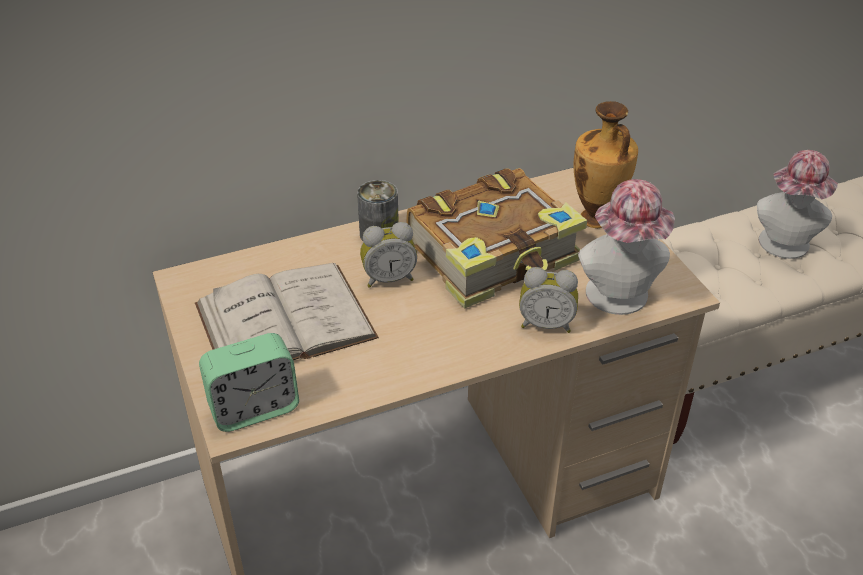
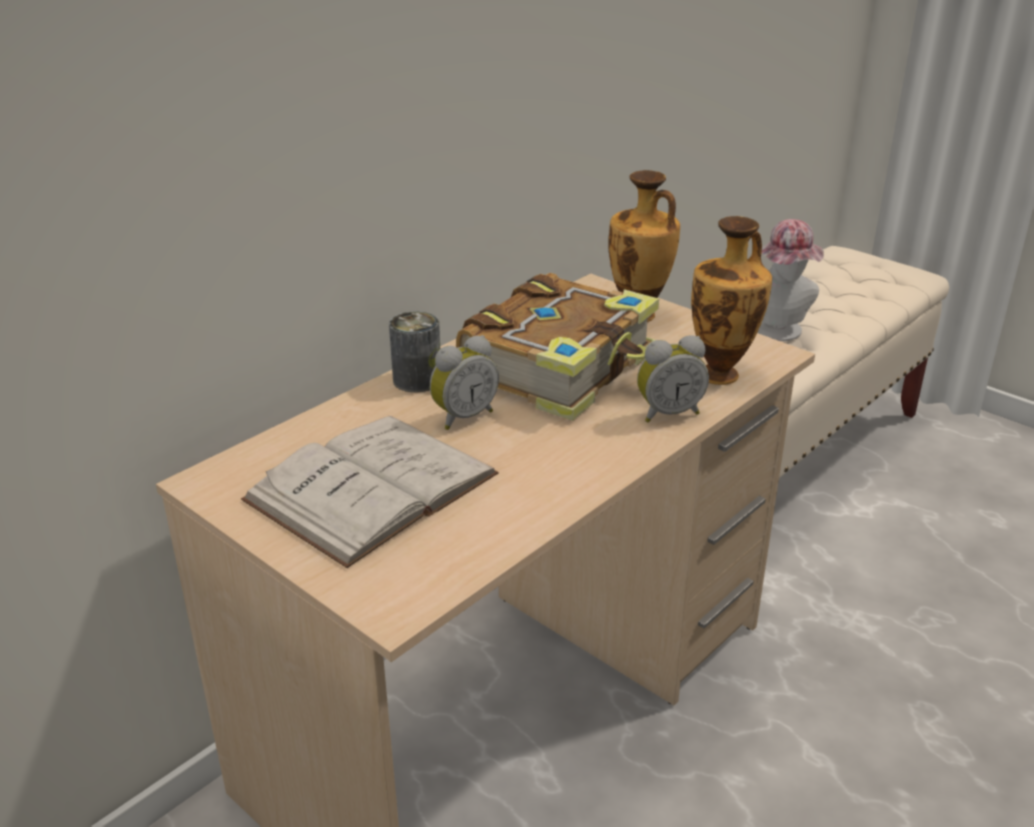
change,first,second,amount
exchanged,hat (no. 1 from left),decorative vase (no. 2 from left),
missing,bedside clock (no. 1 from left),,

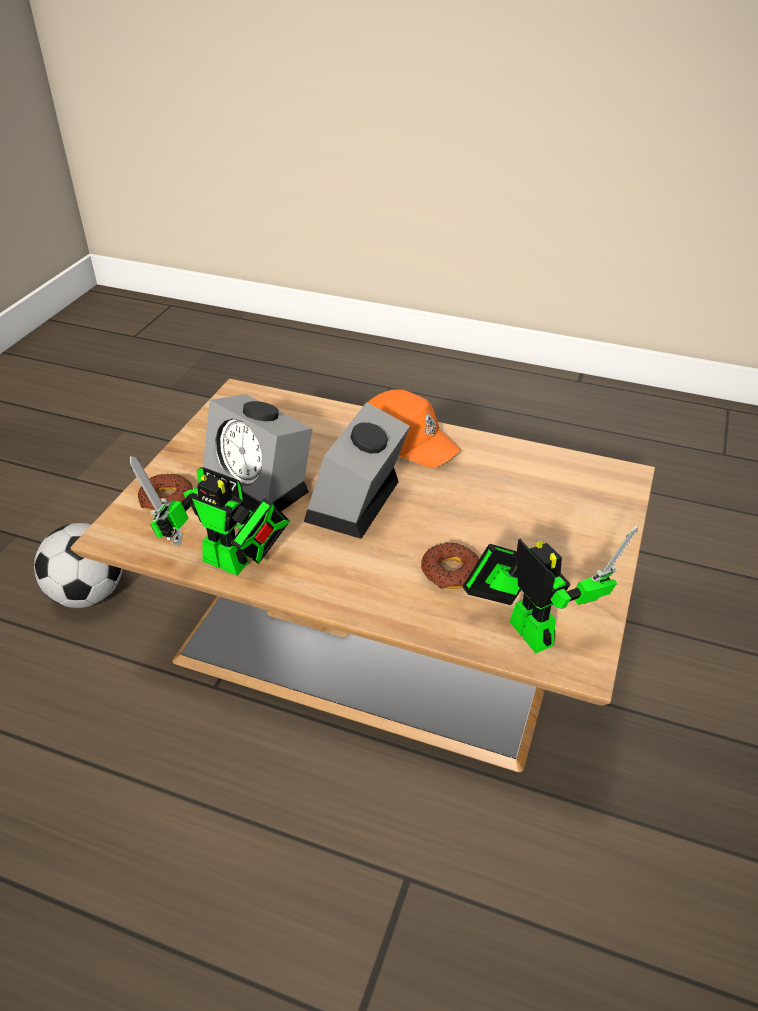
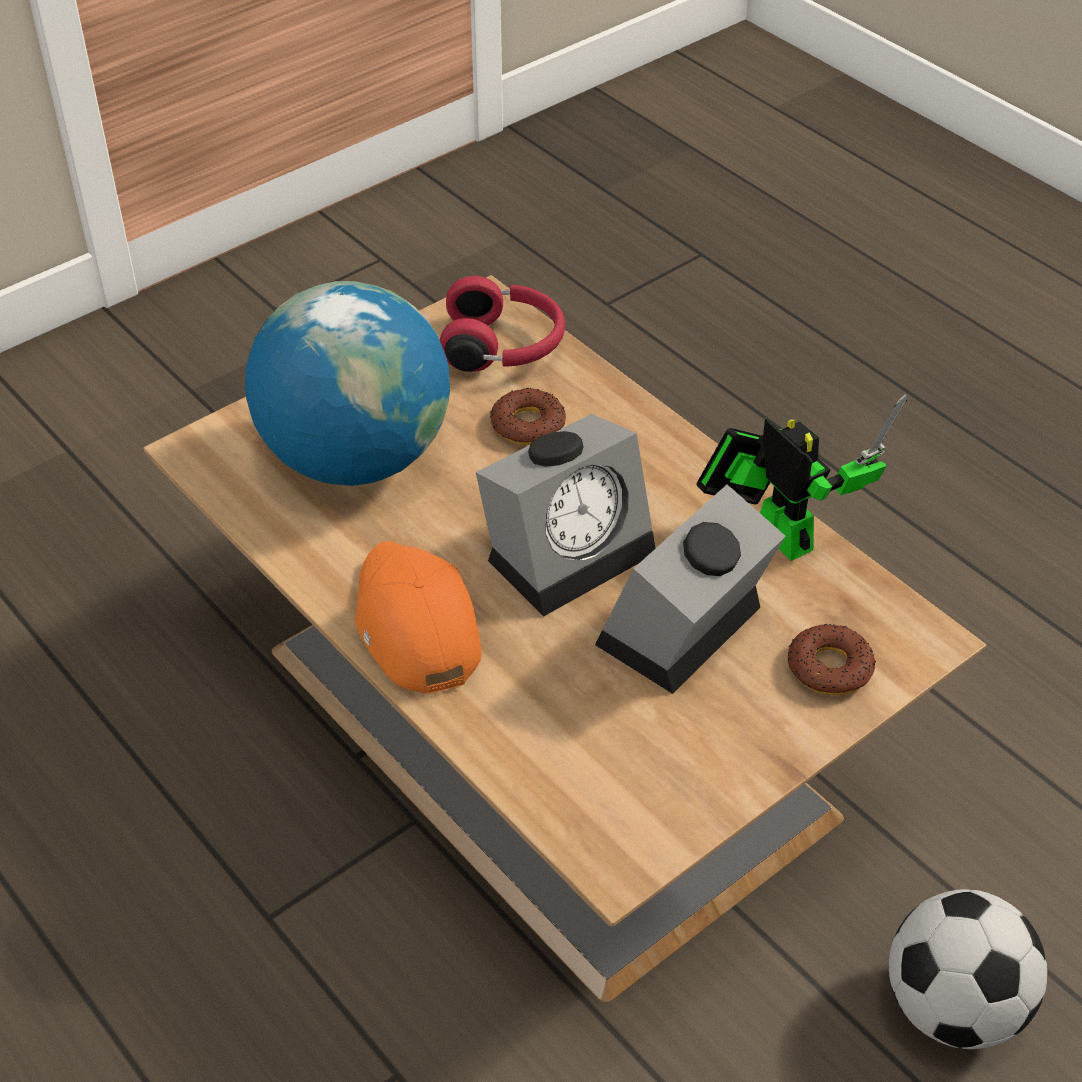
change,first,second,amount
spun,bedside clock (no. 1 from left in the first image),bedside clock (no. 2 from left),120 degrees counterclockwise
exchanged,robot figure (no. 2 from left),headphones in red,
appeared,,desk globe,

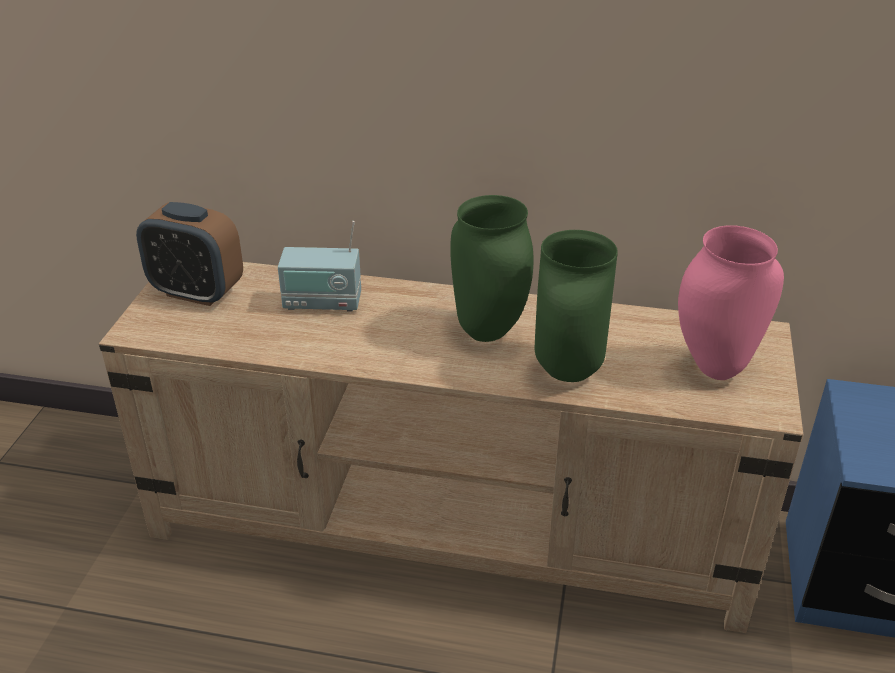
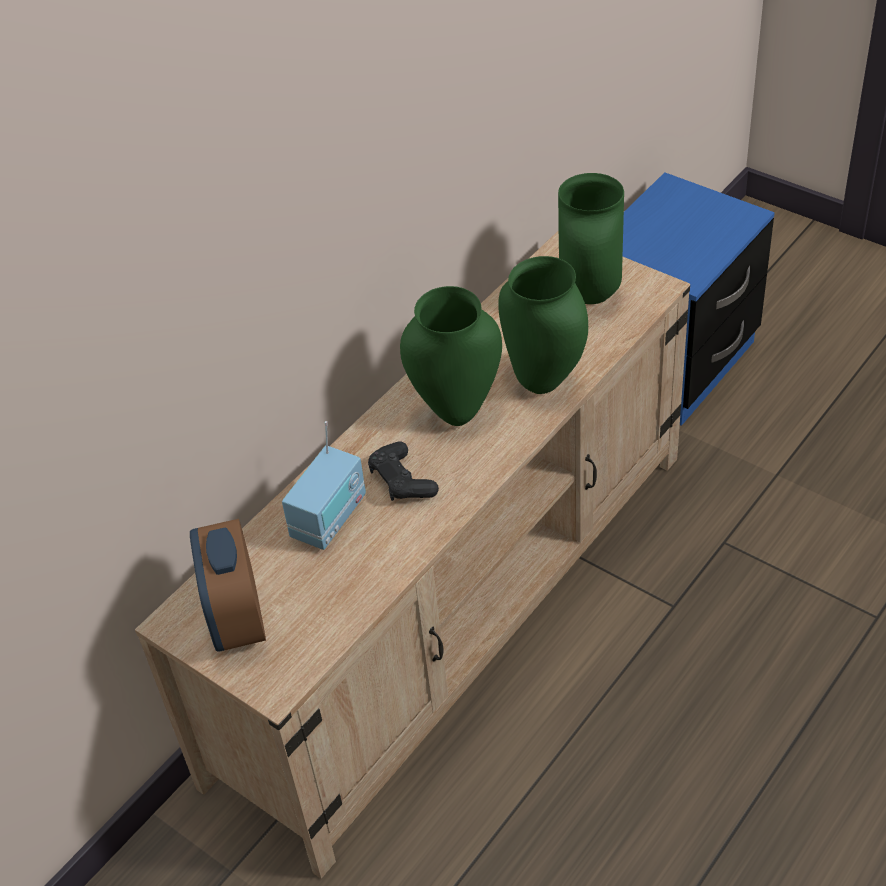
change,first,second,amount
spun,bedside clock,,120 degrees clockwise
colour,decorative vase in pink,decorative vase in green-coloured (no. 3 from left),
appeared,,joypad in black-coloured,

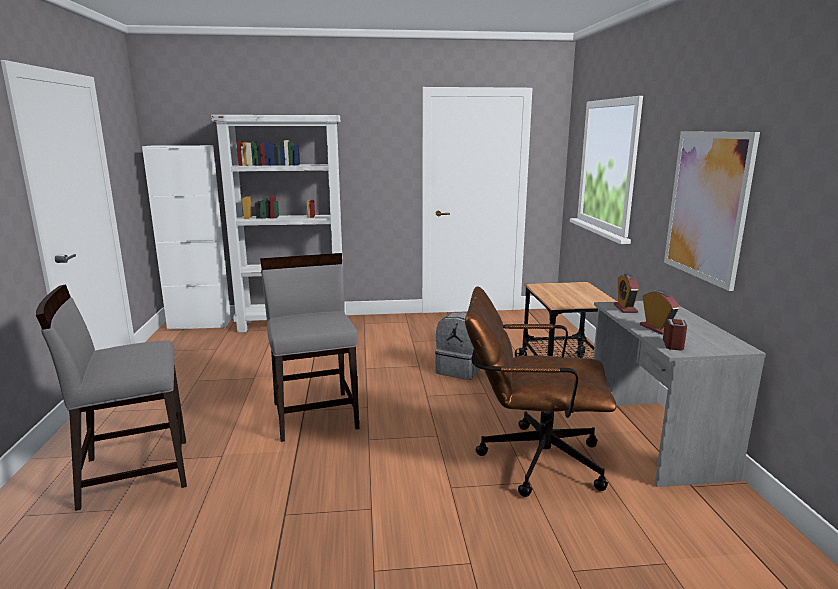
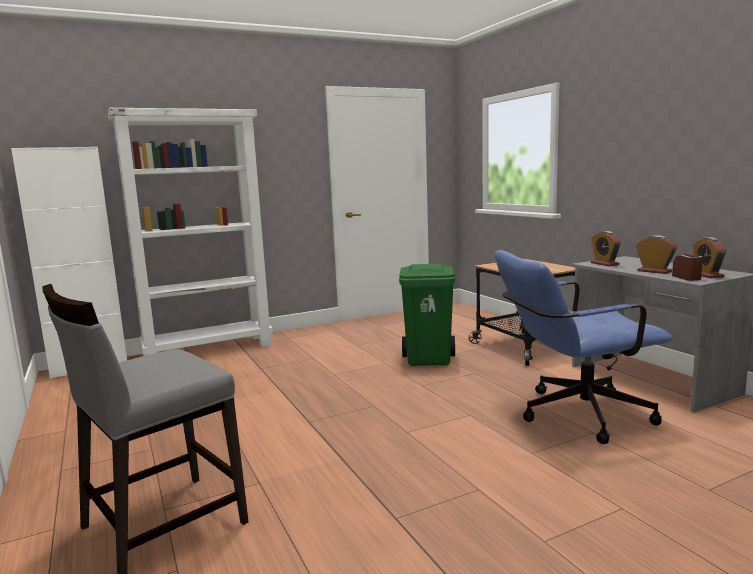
change,first,second,amount
missing,picture,,
missing,plain chair in gray (no. 2 from left),,
colour,computer chair in brown,computer chair in blue-coloured,
exchanged,rucksack in gray,rubbish bin in green-coloured,
appeared,,bedside clock (no. 4 from left),

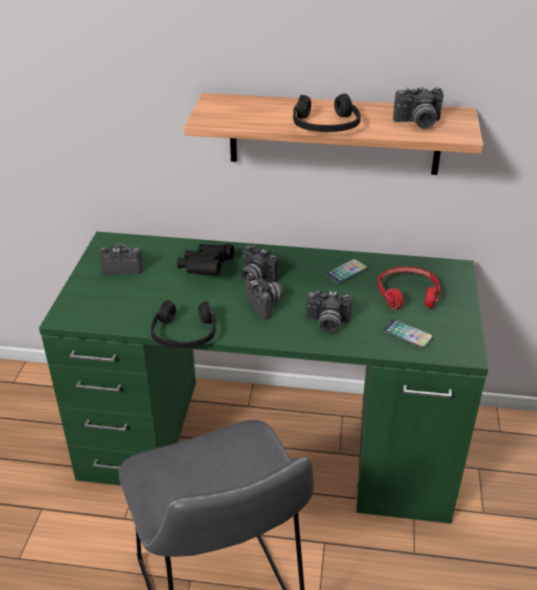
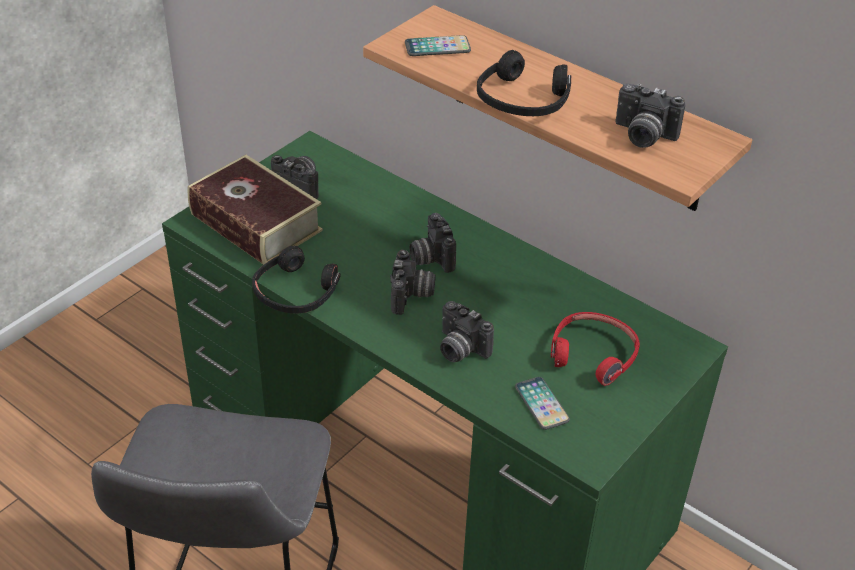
change,first,second,amount
missing,field glasses in black-coloured,,
relocated,phone (no. 1 from left),,
appeared,,bound book,

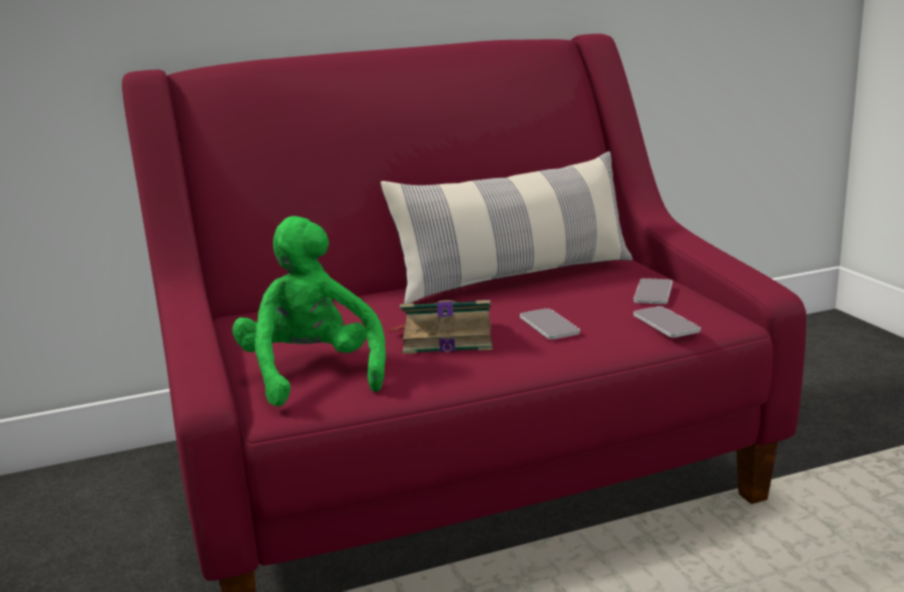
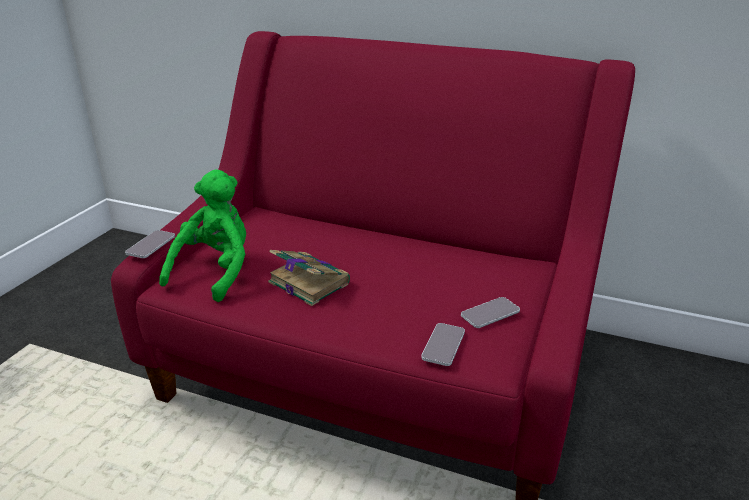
change,first,second,amount
missing,pillow,,
relocated,phone (no. 1 from left),,

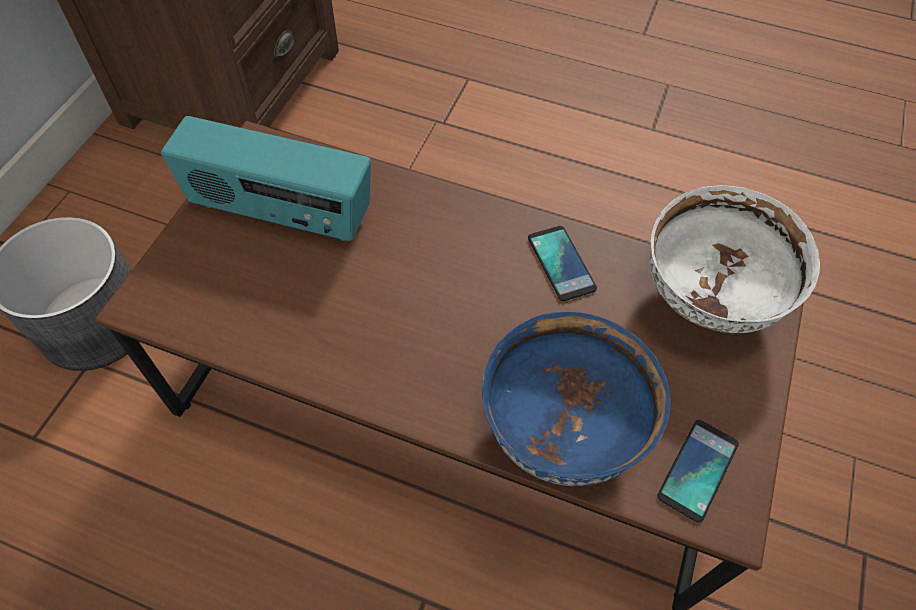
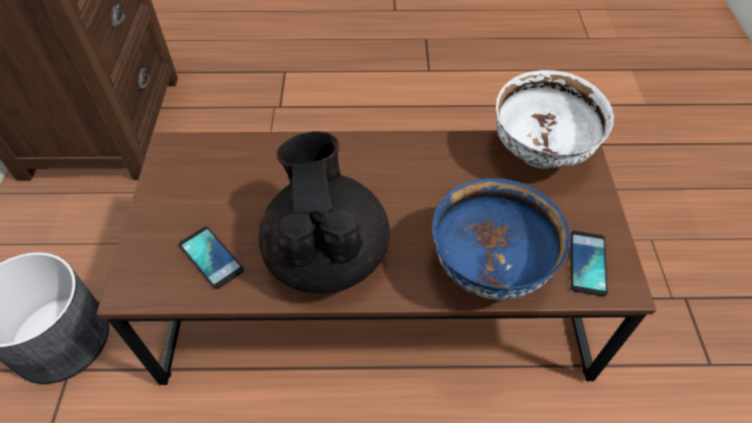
change,first,second,amount
missing,radio set,,
relocated,phone (no. 1 from left),,
appeared,,pot for tea in black-coloured,

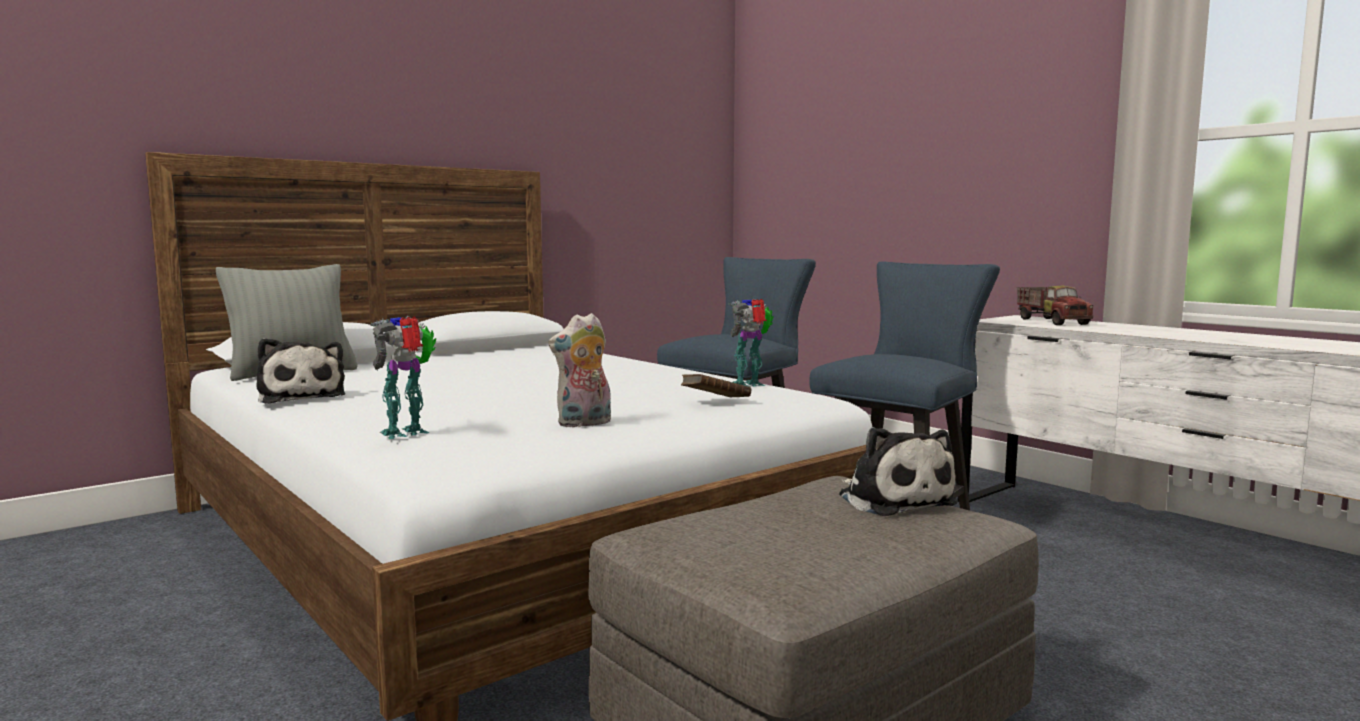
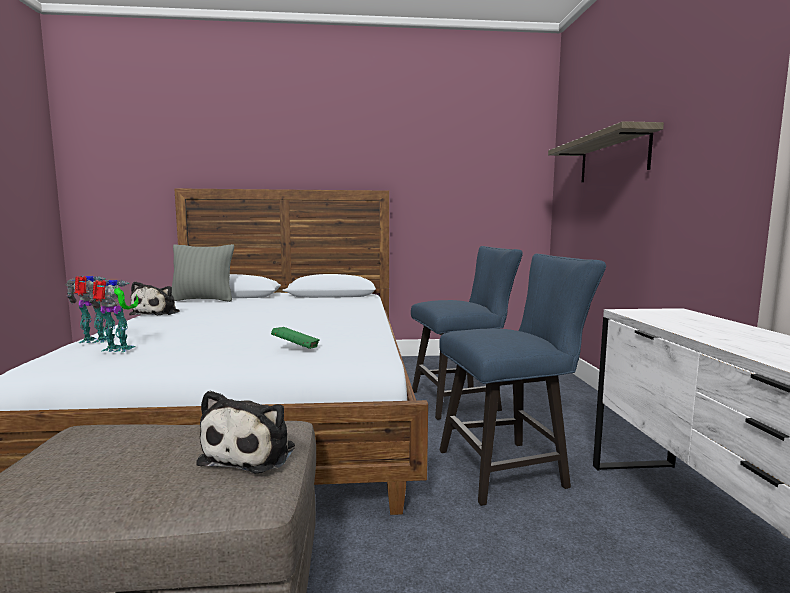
change,first,second,amount
missing,model truck,,
relocated,robot figure (no. 2 from left),,
missing,soft toy (no. 2 from left),,
colour,bound book in brown,bound book in green-coloured,
appeared,,shelf,

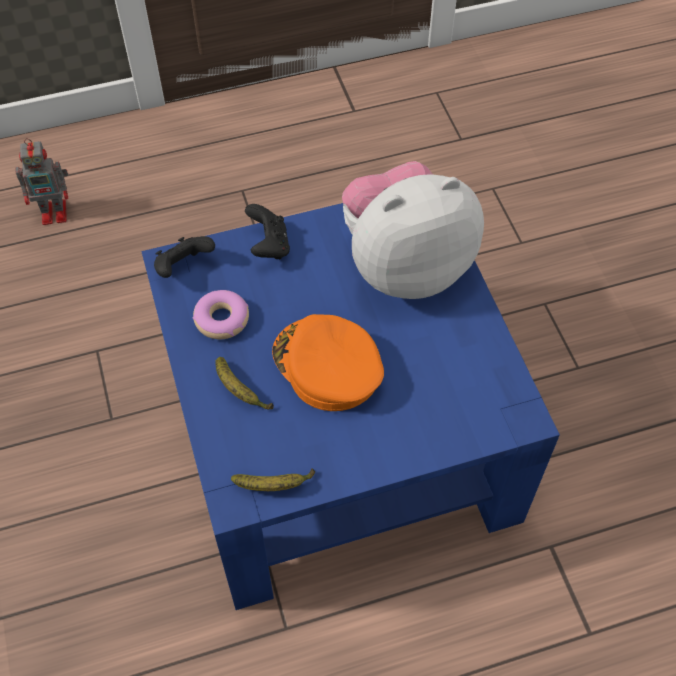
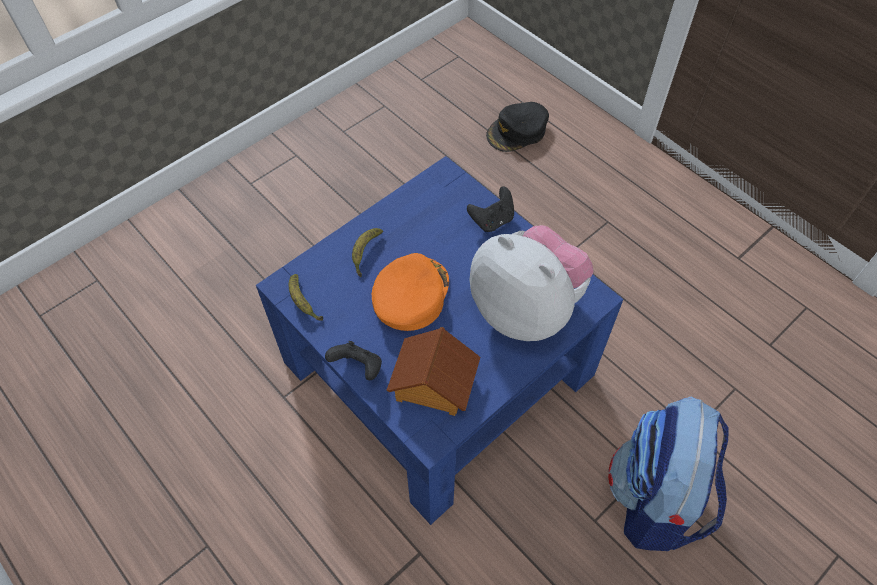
change,first,second,amount
exchanged,robot figure,peaked cap in black-coloured,
relocated,joypad in black-coloured (no. 1 from left),,
missing,ring doughnut,,
appeared,,model house,
appeared,,rucksack,

